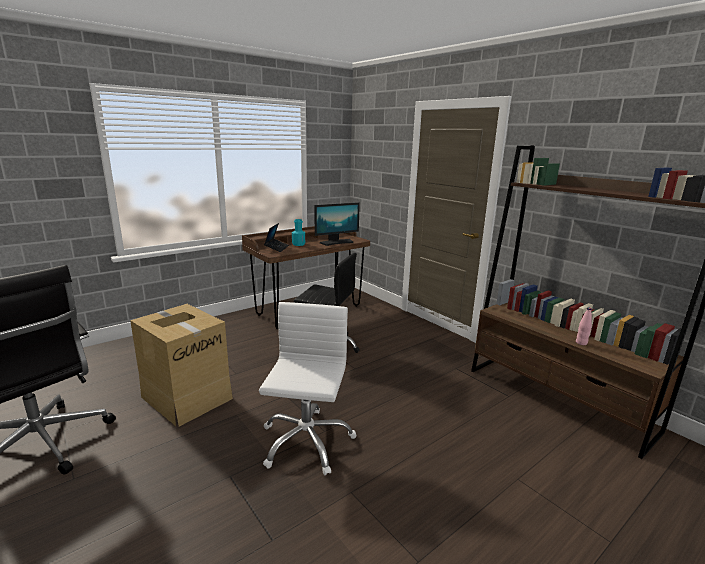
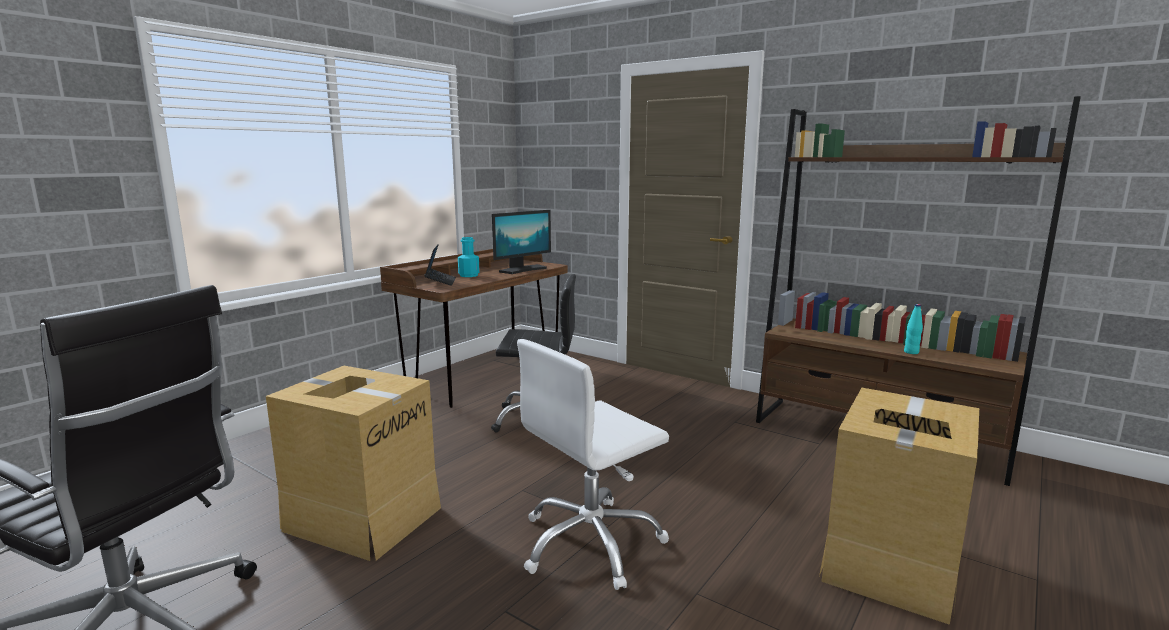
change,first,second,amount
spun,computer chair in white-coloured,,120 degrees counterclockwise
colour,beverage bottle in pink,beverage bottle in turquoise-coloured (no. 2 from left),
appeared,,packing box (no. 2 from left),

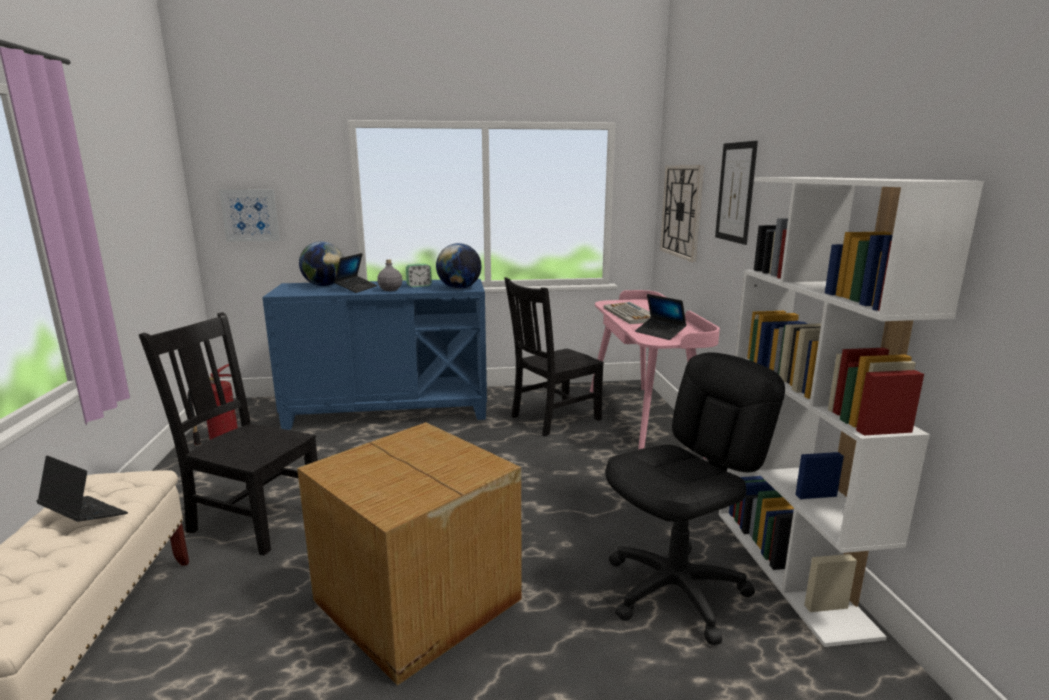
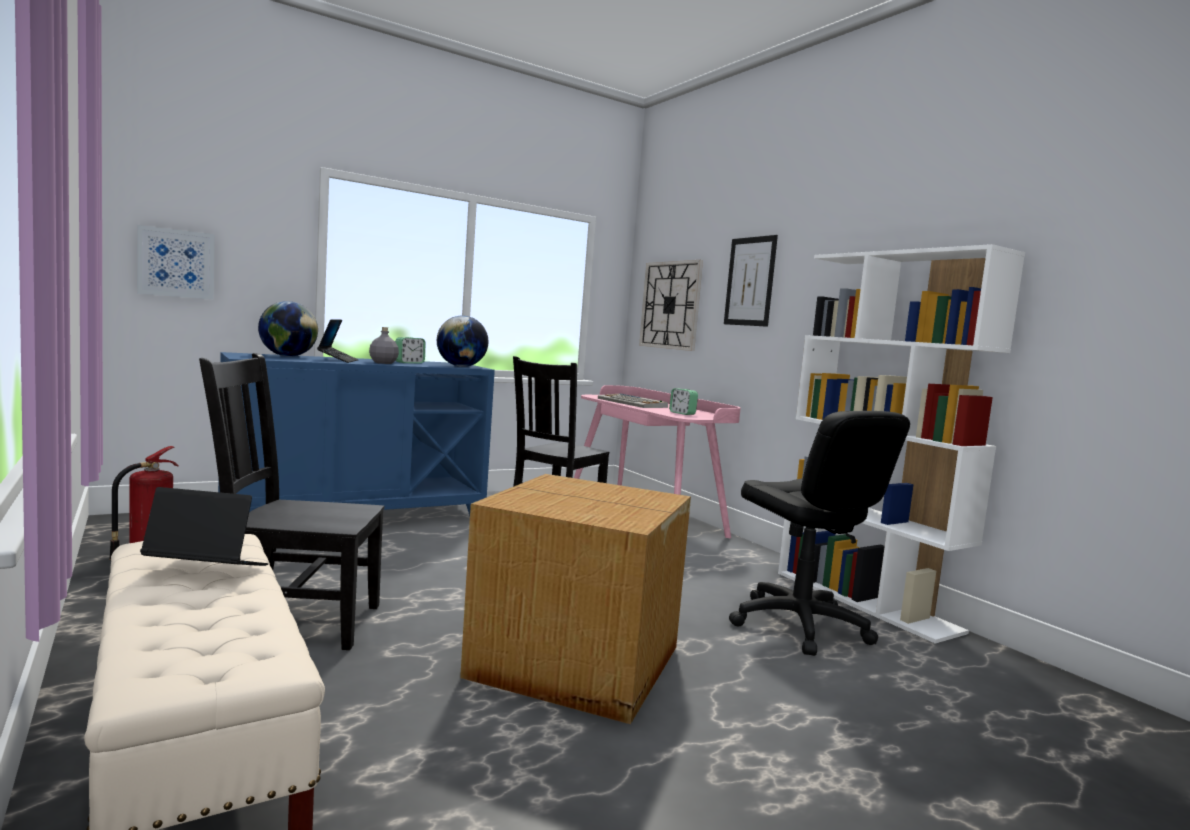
change,first,second,amount
exchanged,portable computer (no. 3 from left),bedside clock (no. 2 from left),
spun,computer chair in black-coloured,,120 degrees clockwise

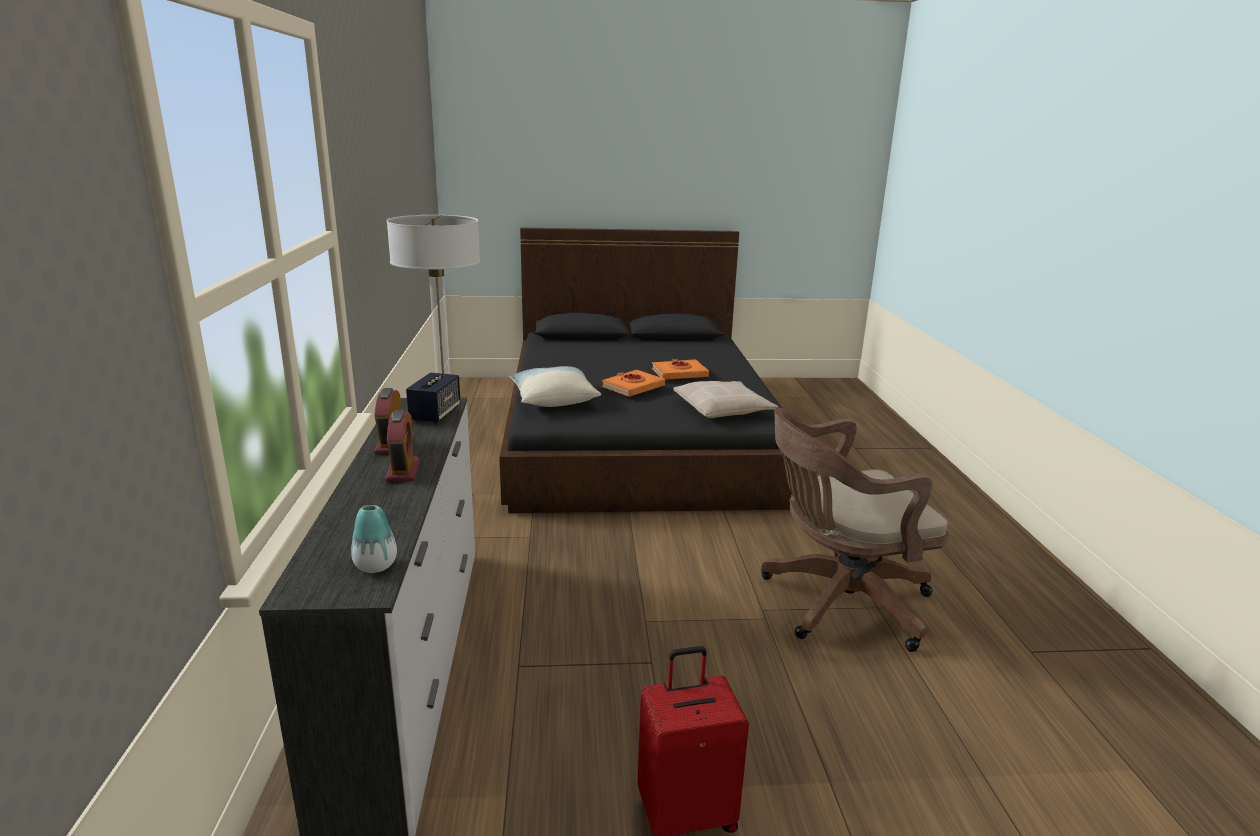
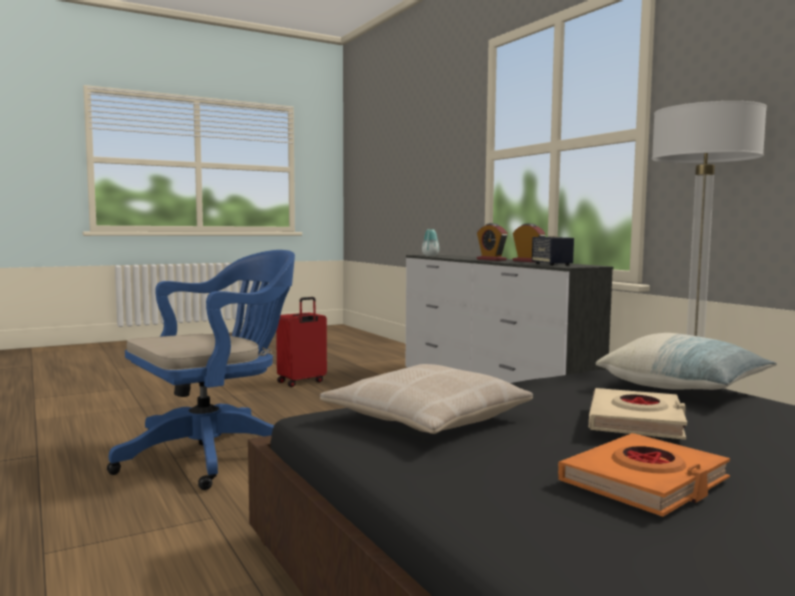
change,first,second,amount
colour,bound book in orange-coloured (no. 1 from left),bound book in sand-coloured,
colour,computer chair in brown,computer chair in blue-coloured,

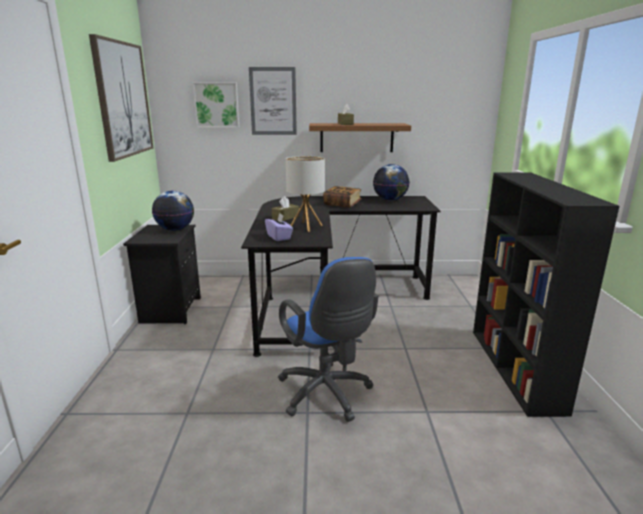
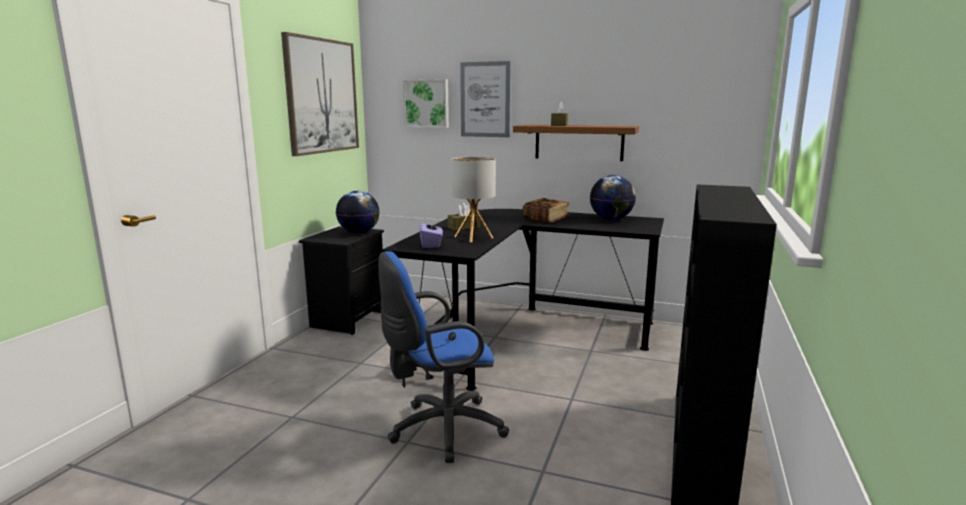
change,first,second,amount
spun,computer chair in blue-coloured,,75 degrees clockwise

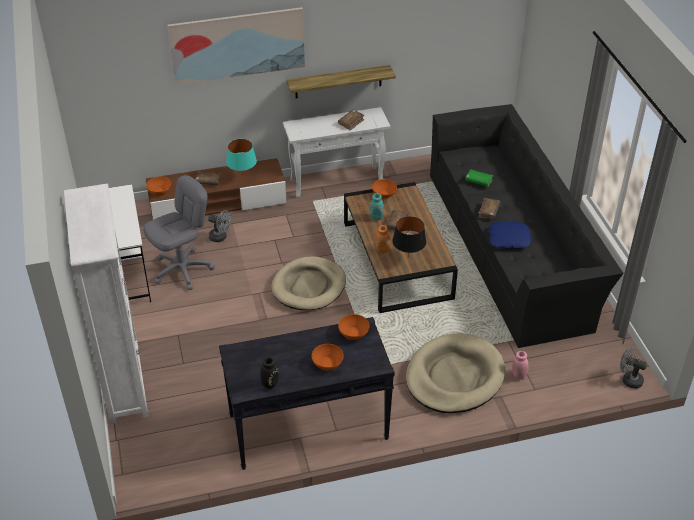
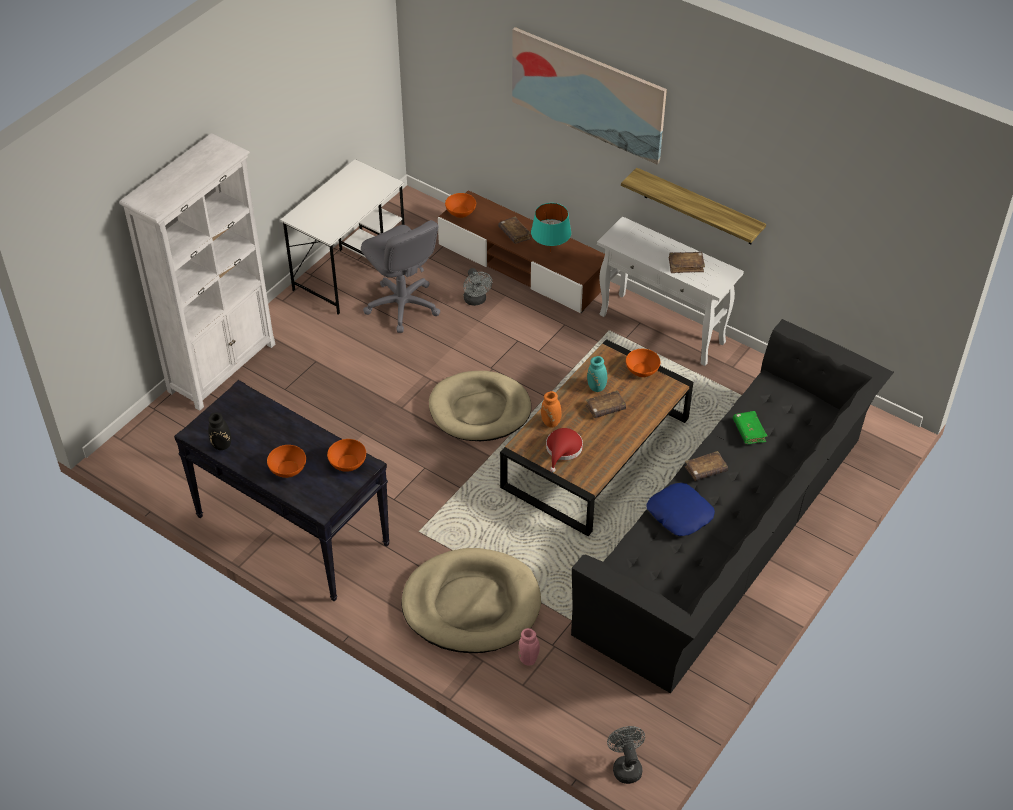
change,first,second,amount
spun,computer chair in gray,,45 degrees clockwise
exchanged,lamp for a table in black-coloured,hat in red,

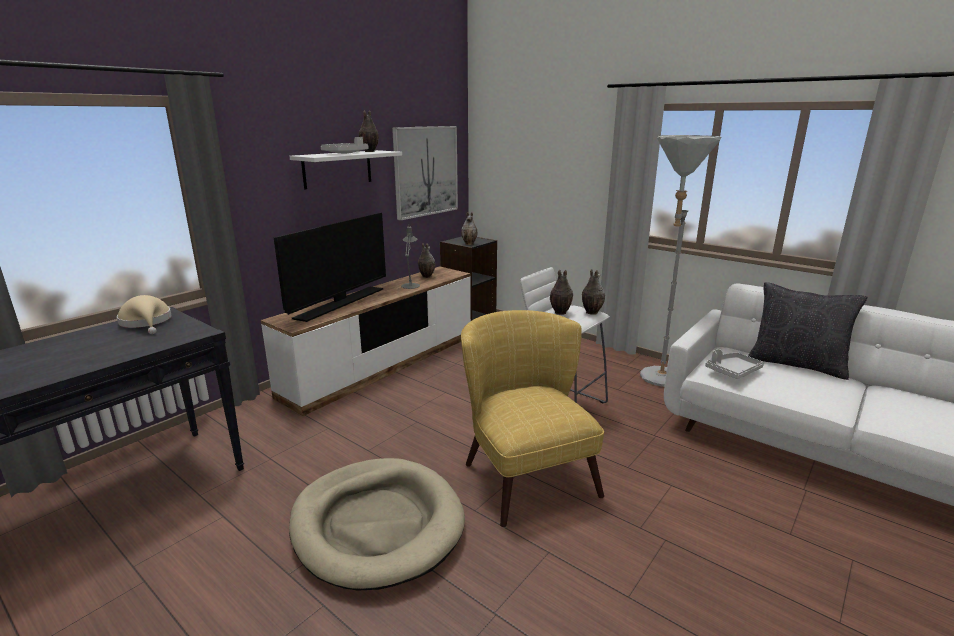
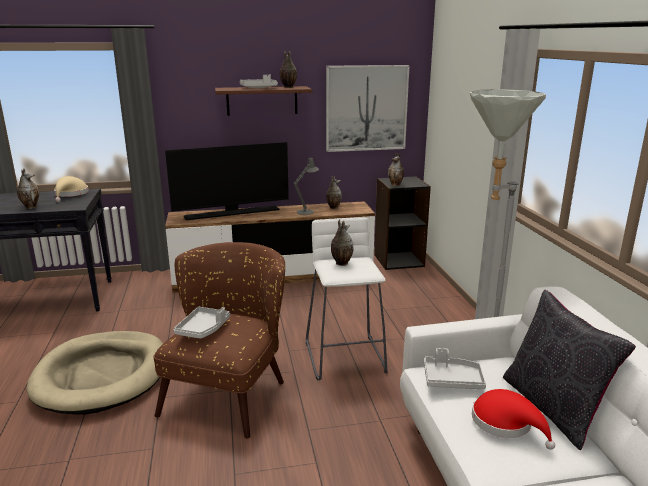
change,first,second,amount
colour,shelf in white-coloured,shelf in brown,
relocated,decorative vase (no. 5 from left in the first image),decorative vase (no. 1 from left),
colour,armchair in yellow,armchair in brown,
appeared,,tray in gray (no. 1 from left),
appeared,,hat in red,

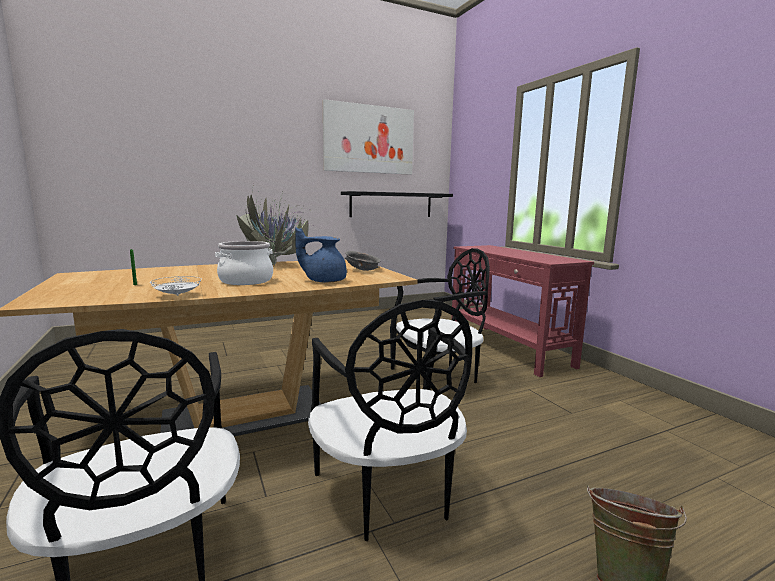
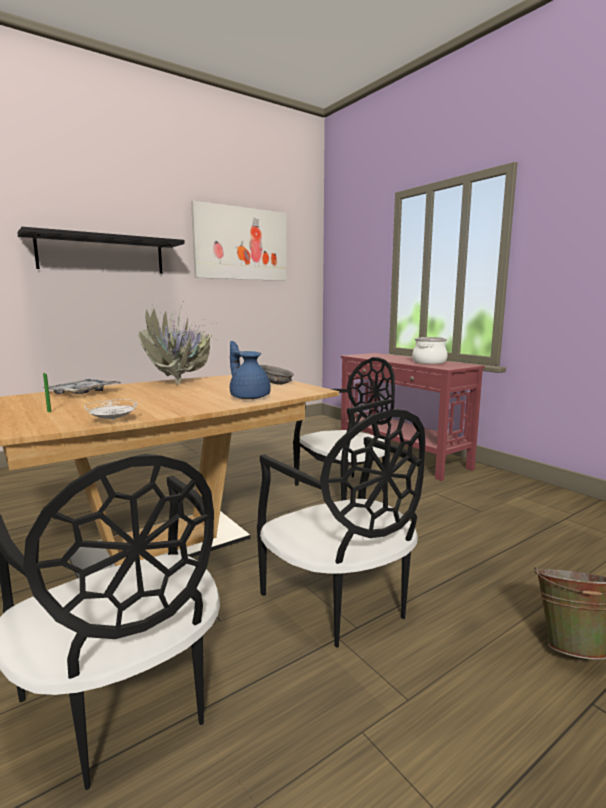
change,first,second,amount
relocated,shelf in black-coloured,,
spun,pot for tea in blue-coloured,,60 degrees clockwise
relocated,cooking pot,,
appeared,,tray,

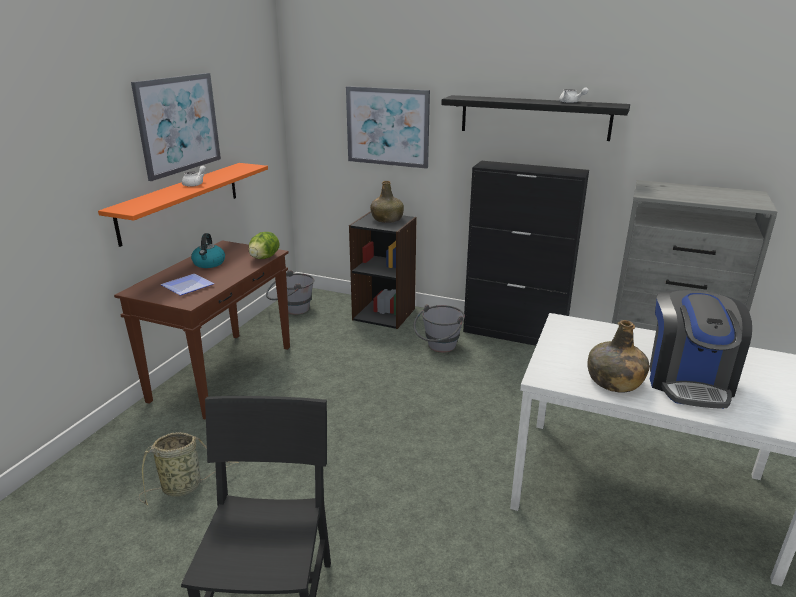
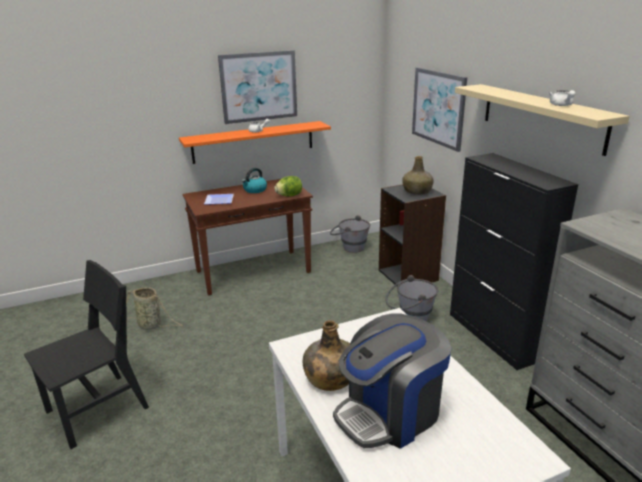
change,first,second,amount
colour,shelf in black-coloured,shelf in sand-coloured,

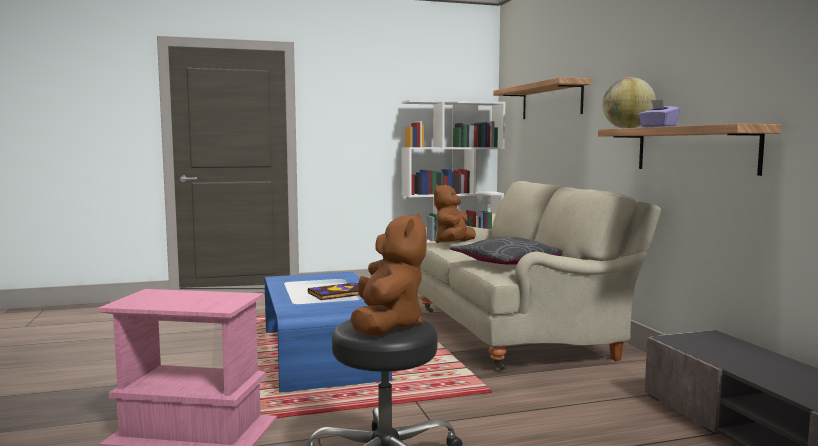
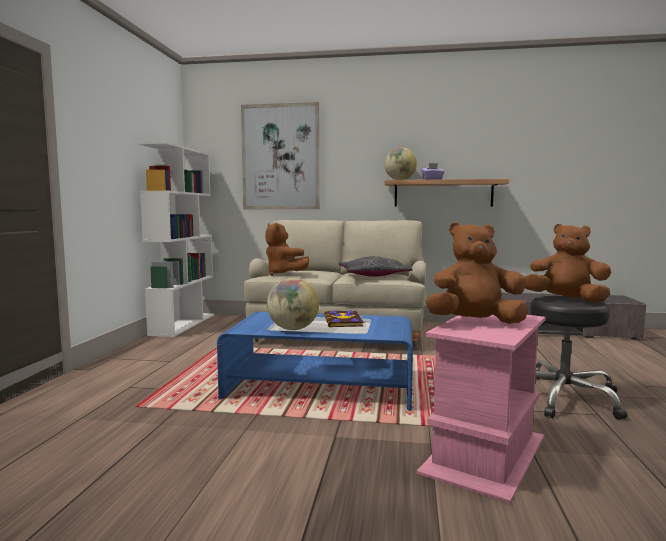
change,first,second,amount
exchanged,shelf (no. 1 from left),picture,
appeared,,soft toy in brown (no. 2 from left),
appeared,,desk globe (no. 1 from left),

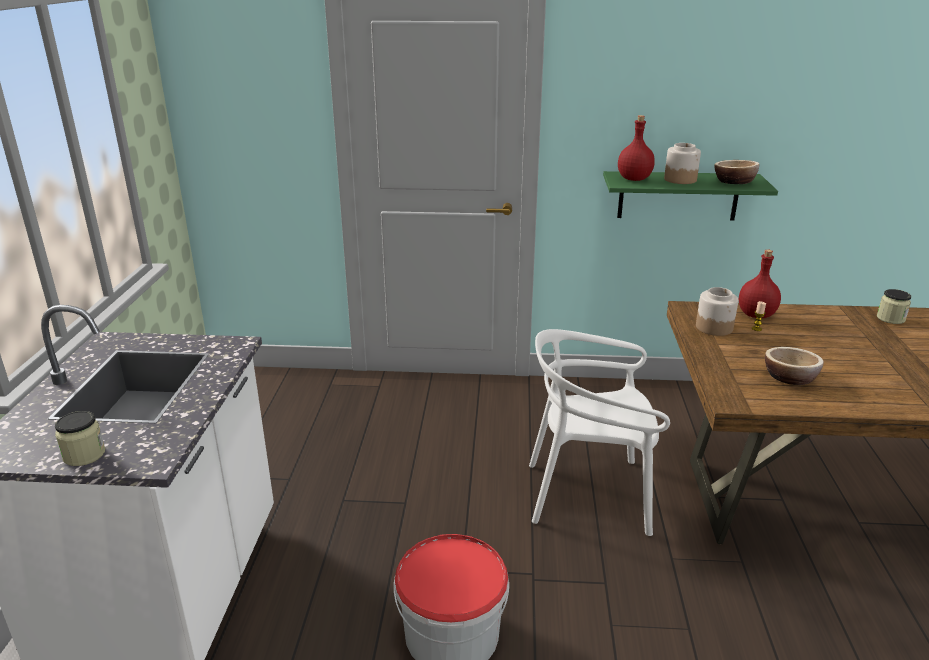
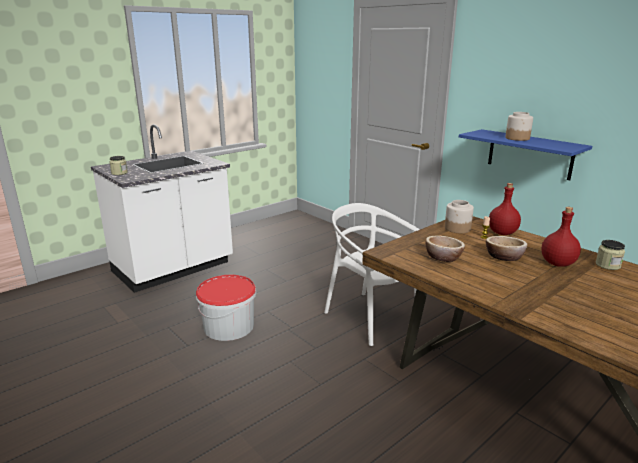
change,first,second,amount
relocated,beverage bottle in red (no. 1 from left in the first image),beverage bottle in red (no. 2 from left),
relocated,serving bowl (no. 1 from left in the first image),serving bowl (no. 2 from left),
colour,shelf in green-coloured,shelf in blue-coloured,

